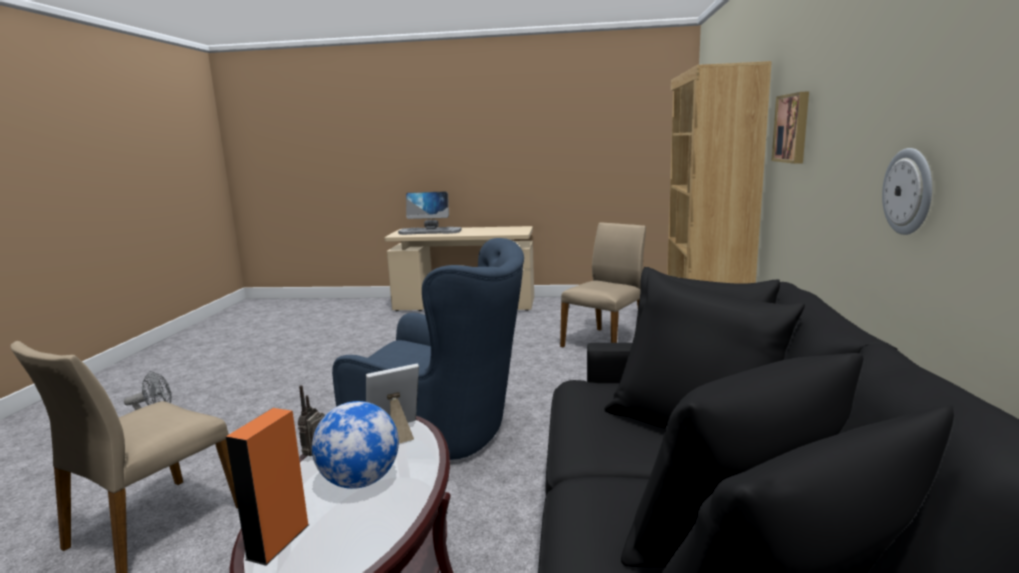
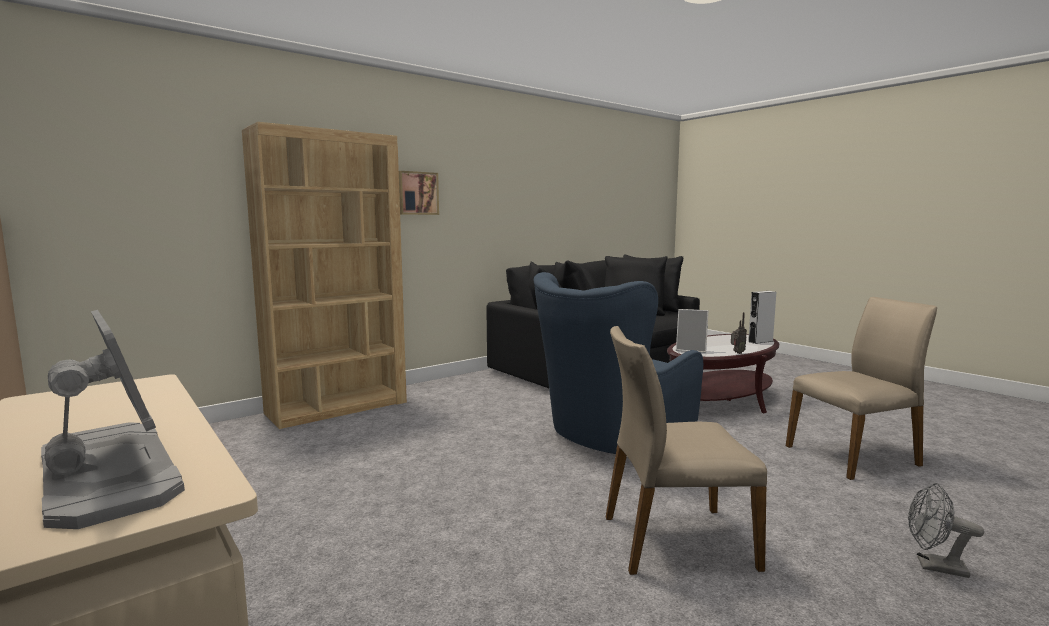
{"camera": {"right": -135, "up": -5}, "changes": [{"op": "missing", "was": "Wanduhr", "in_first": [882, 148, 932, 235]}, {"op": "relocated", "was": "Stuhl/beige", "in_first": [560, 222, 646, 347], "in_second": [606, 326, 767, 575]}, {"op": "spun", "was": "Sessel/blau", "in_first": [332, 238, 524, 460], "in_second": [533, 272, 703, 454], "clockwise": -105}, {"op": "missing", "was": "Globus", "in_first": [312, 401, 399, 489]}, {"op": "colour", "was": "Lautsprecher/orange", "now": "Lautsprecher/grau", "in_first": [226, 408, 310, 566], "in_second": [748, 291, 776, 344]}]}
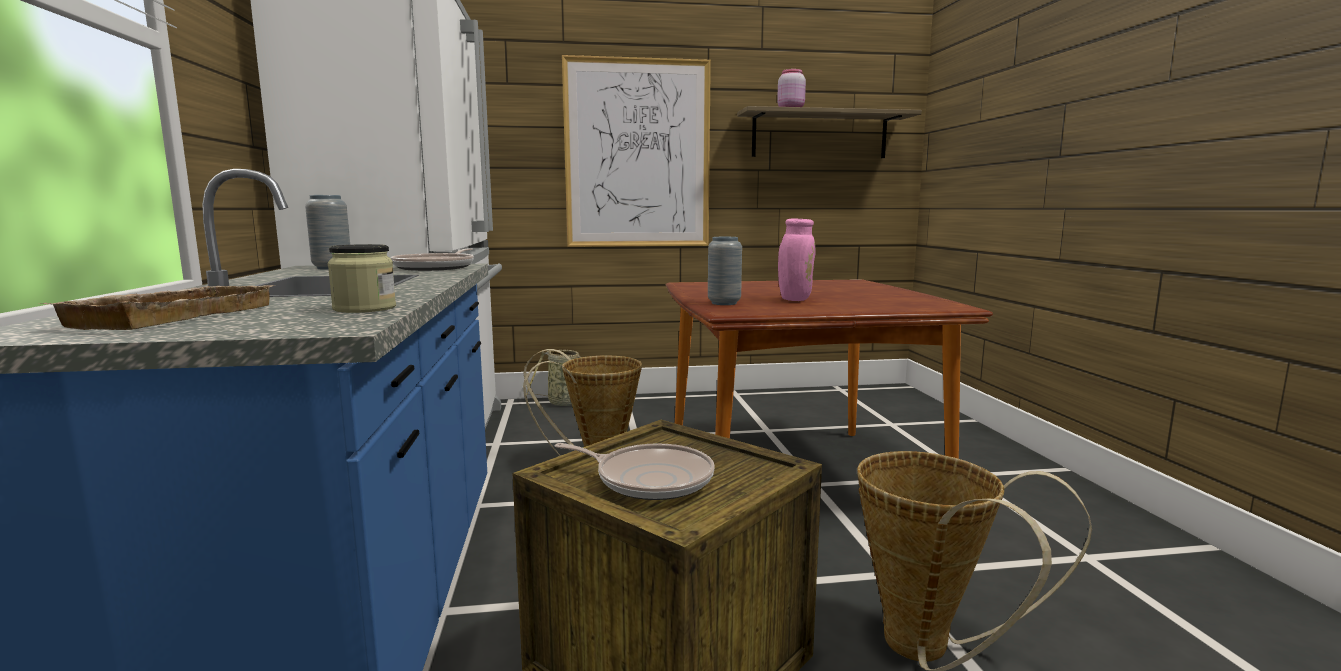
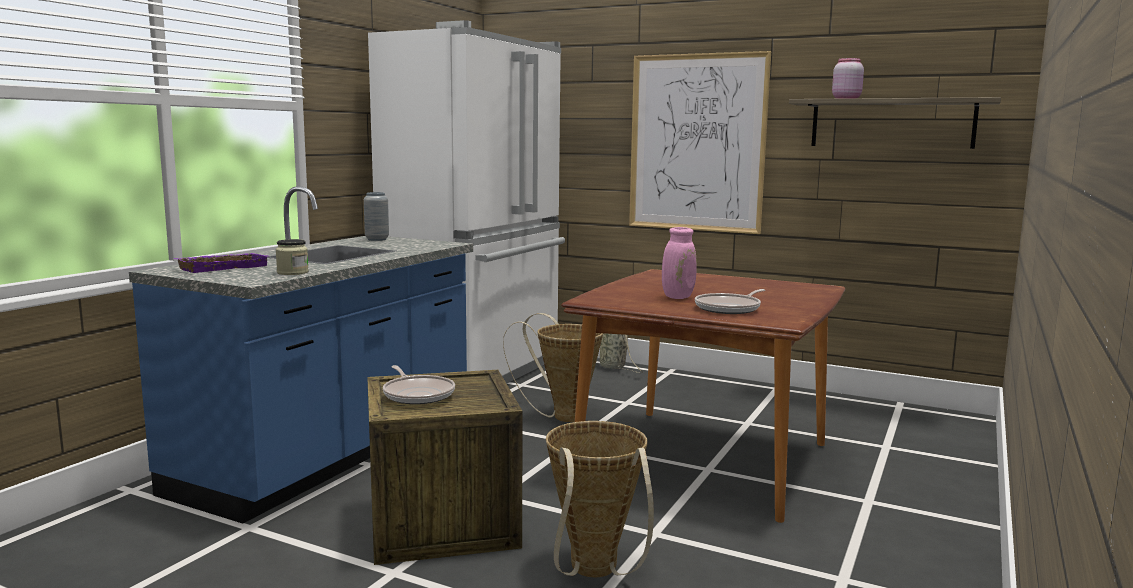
{"camera": {"right": 35, "up": 0}, "changes": [{"op": "missing", "was": "Vase/grau", "in_first": [708, 237, 742, 305]}, {"op": "relocated", "was": "Pfanne", "in_first": [391, 248, 474, 271], "in_second": [695, 289, 765, 314]}, {"op": "colour", "was": "Tablett/beige", "now": "Tablett/lila", "in_first": [38, 285, 274, 330], "in_second": [174, 253, 268, 273]}]}
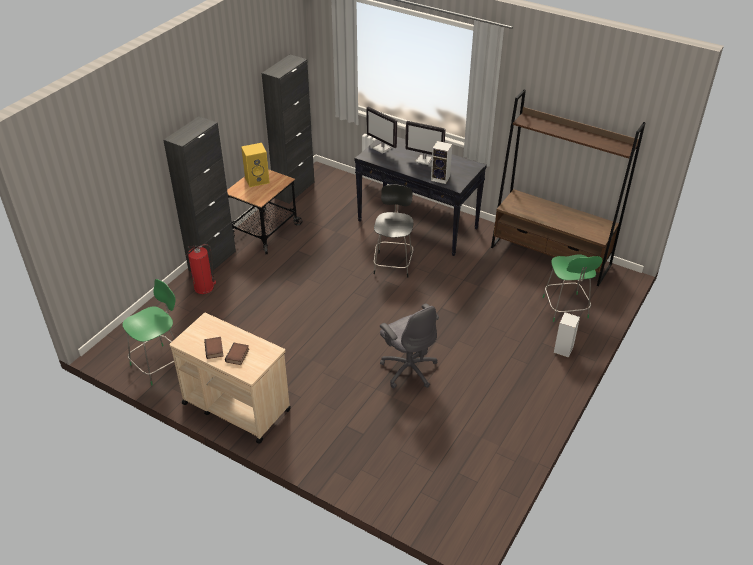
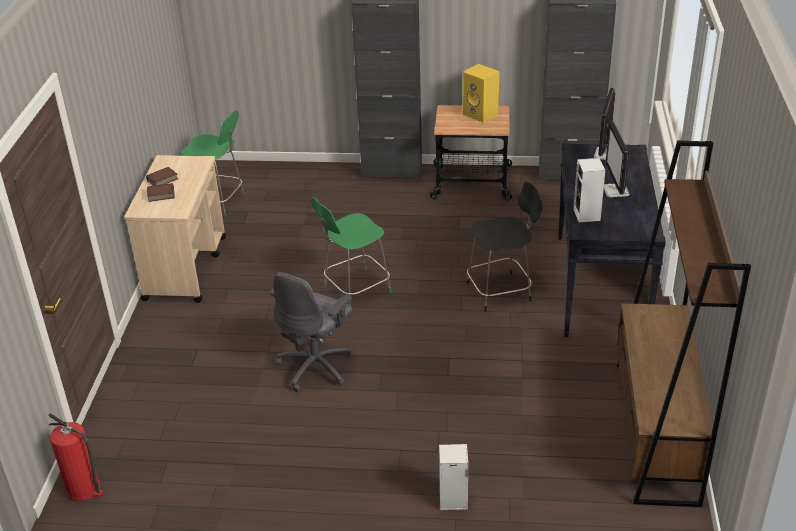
{"camera": {"right": 65, "up": -5}, "changes": [{"op": "relocated", "was": "Feuerlöscher", "in_first": [187, 244, 216, 294], "in_second": [48, 413, 103, 501]}, {"op": "relocated", "was": "Stuhl/grün", "in_first": [543, 255, 602, 322], "in_second": [311, 198, 391, 306]}]}
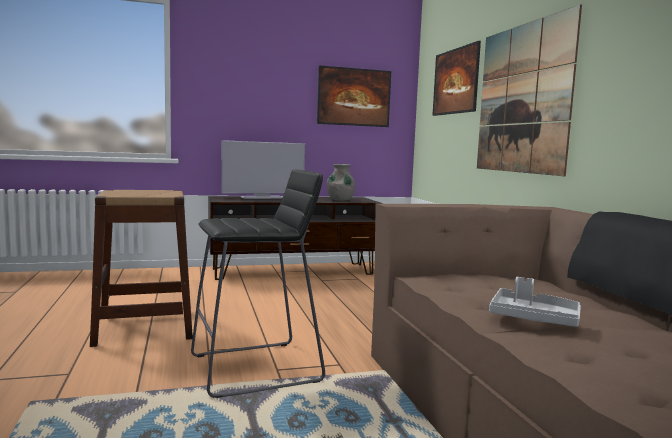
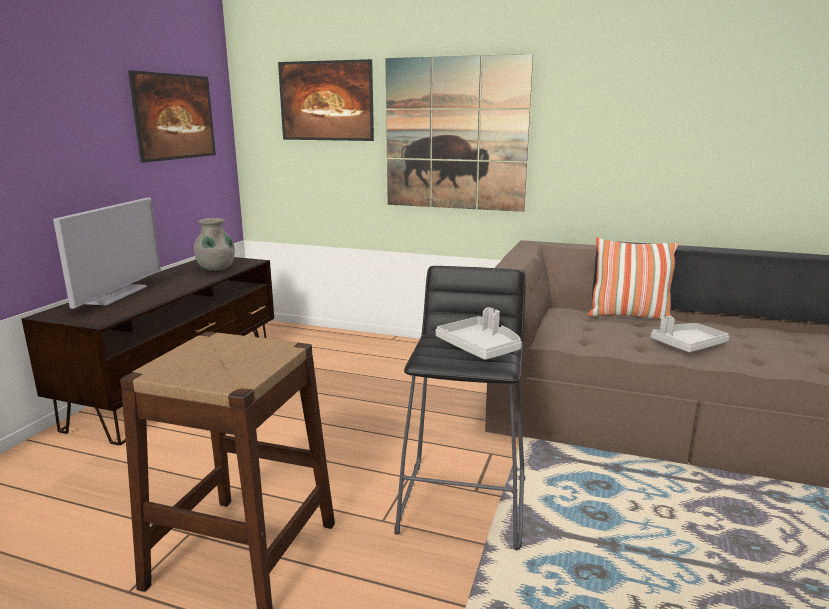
{"camera": {"right": -55, "up": 10}, "changes": [{"op": "appeared", "now": "Kissen", "in_second": [588, 237, 679, 320]}, {"op": "appeared", "now": "Tablett/grau", "in_second": [436, 307, 522, 360]}]}
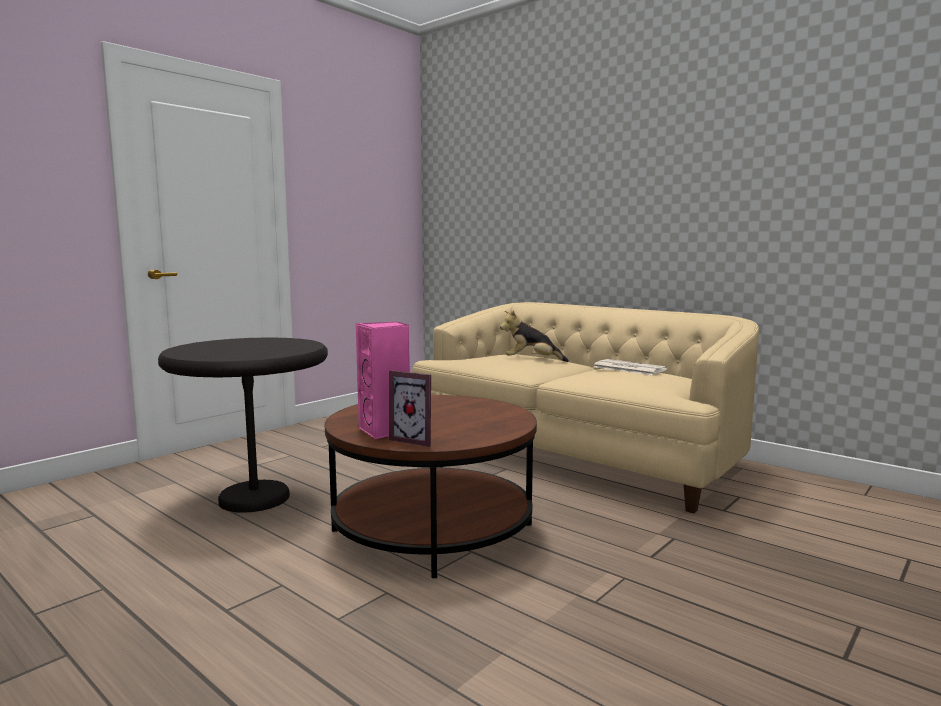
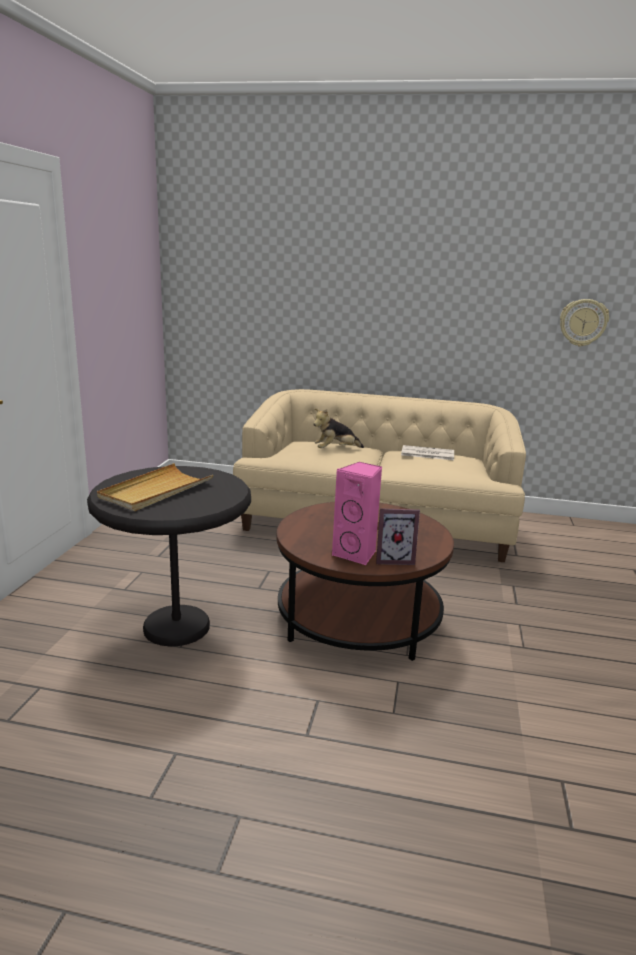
{"camera": {"right": -30, "up": 10}, "changes": [{"op": "appeared", "now": "Wanduhr", "in_second": [560, 299, 609, 347]}, {"op": "appeared", "now": "Tablett/beige", "in_second": [97, 463, 213, 511]}]}
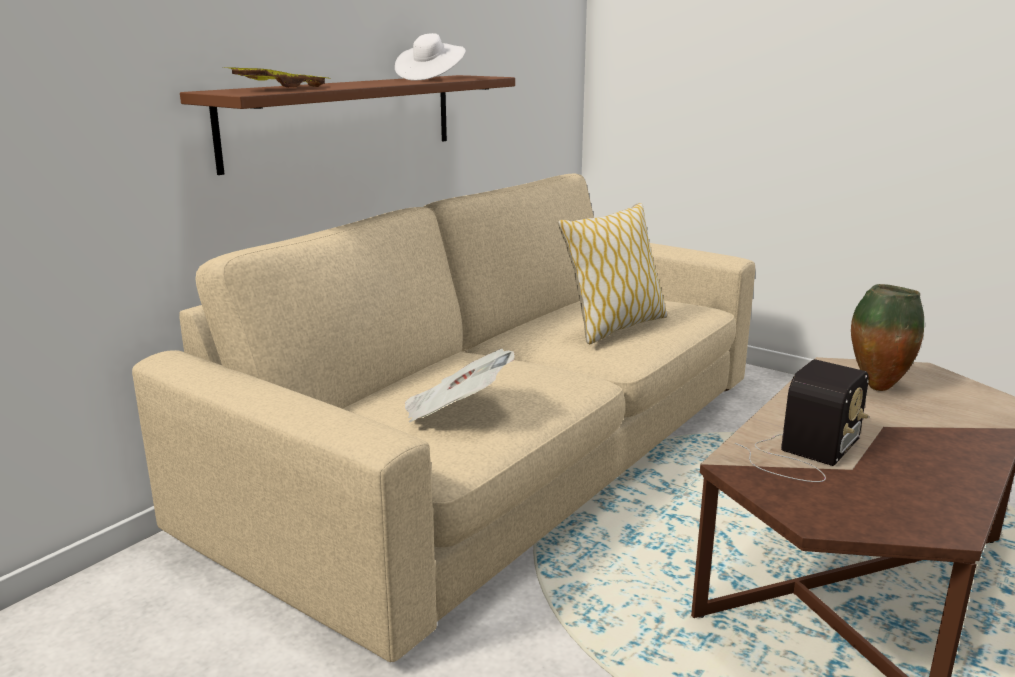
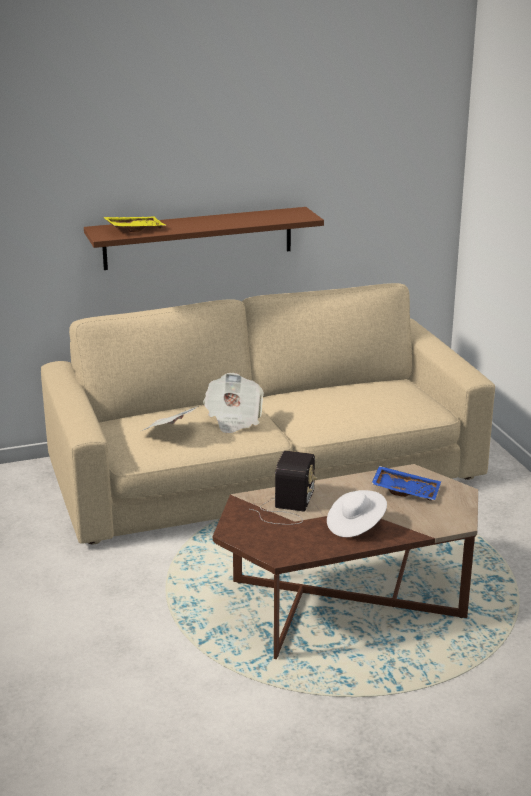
{"camera": {"right": 35, "up": 5}, "changes": [{"op": "relocated", "was": "Hut/weiß", "in_first": [395, 33, 466, 81], "in_second": [327, 490, 387, 537]}, {"op": "missing", "was": "Kissen", "in_first": [558, 203, 667, 344]}, {"op": "exchanged", "was": "Vase", "now": "Tablett/blau", "in_first": [851, 284, 924, 391], "in_second": [371, 466, 441, 501]}, {"op": "spun", "was": "Radio", "in_first": [735, 359, 869, 482], "in_second": [250, 451, 318, 525], "clockwise": -60}, {"op": "appeared", "now": "Zeitung", "in_second": [203, 373, 264, 433]}]}
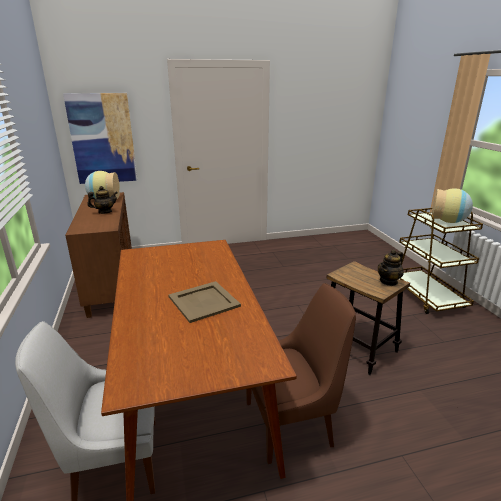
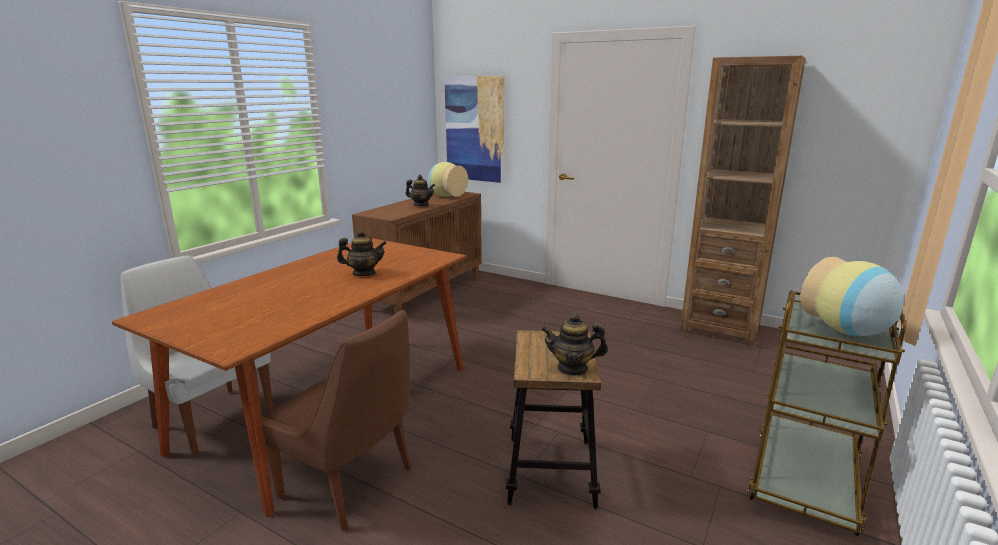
{"camera": {"right": 45, "up": -5}, "changes": [{"op": "missing", "was": "Tablett/beige", "in_first": [168, 281, 241, 323]}, {"op": "appeared", "now": "Bücherregal/braun", "in_second": [680, 56, 806, 347]}, {"op": "appeared", "now": "Teekanne", "in_second": [337, 230, 387, 276]}]}
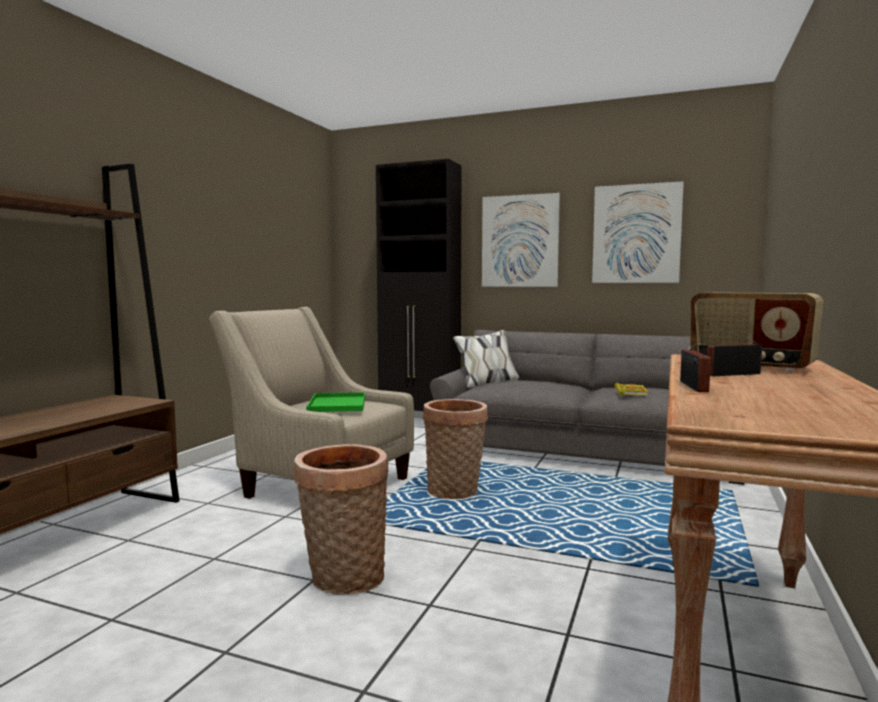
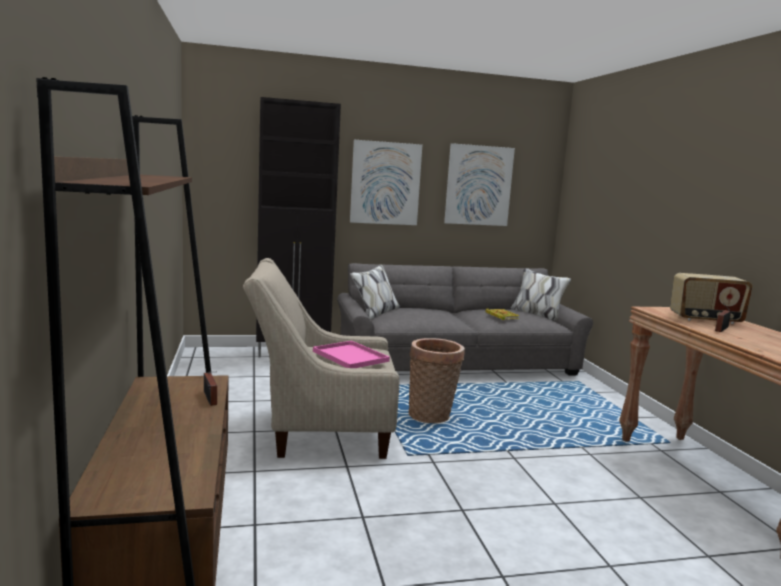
{"camera": {"right": -35, "up": 5}, "changes": [{"op": "relocated", "was": "Radio", "in_first": [680, 331, 712, 392], "in_second": [204, 372, 217, 406]}, {"op": "colour", "was": "Tablett/grün", "now": "Tablett/rosa", "in_first": [306, 392, 365, 412], "in_second": [313, 341, 390, 368]}, {"op": "missing", "was": "Korb", "in_first": [294, 444, 389, 595]}]}
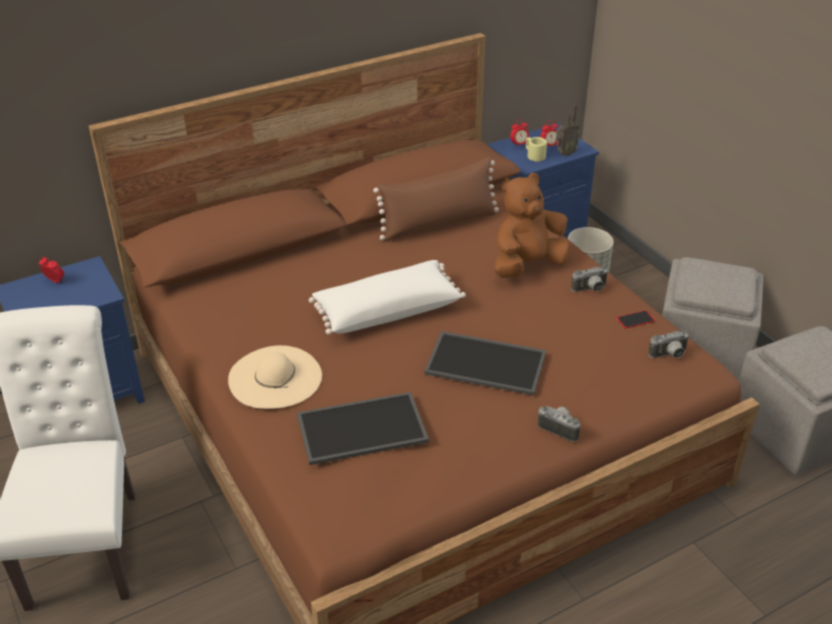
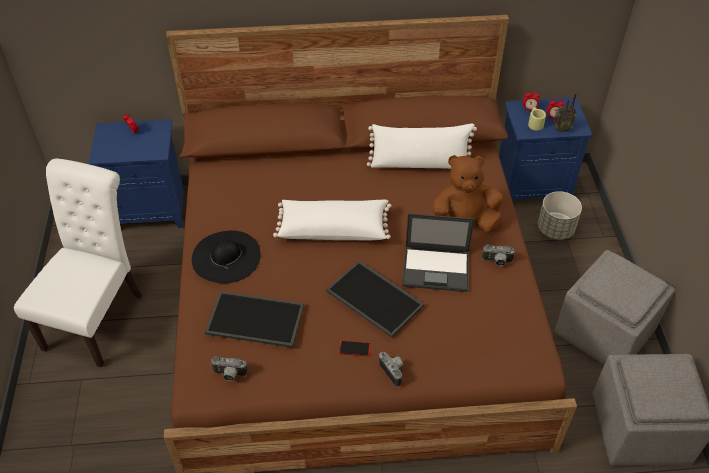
{"camera": {"right": 25, "up": 10}, "changes": [{"op": "colour", "was": "Kissen/braun", "now": "Kissen/weiß", "in_first": [373, 156, 499, 241], "in_second": [367, 124, 477, 169]}, {"op": "relocated", "was": "Handy", "in_first": [616, 310, 655, 329], "in_second": [339, 340, 370, 356]}, {"op": "relocated", "was": "Kamera", "in_first": [648, 331, 689, 358], "in_second": [211, 356, 247, 381]}, {"op": "colour", "was": "Hut/beige", "now": "Hut/schwarz", "in_first": [228, 345, 322, 409], "in_second": [192, 231, 261, 283]}, {"op": "appeared", "now": "Laptop", "in_second": [402, 213, 474, 292]}]}
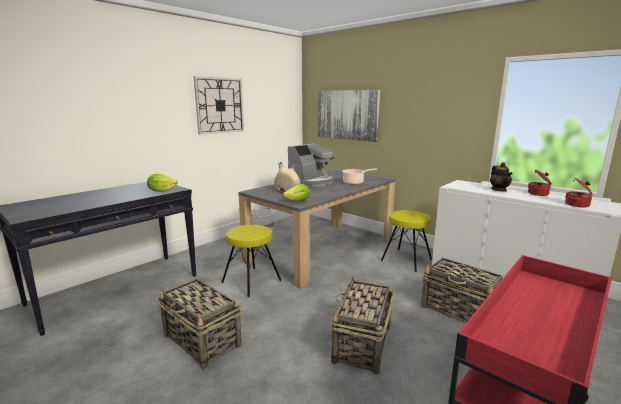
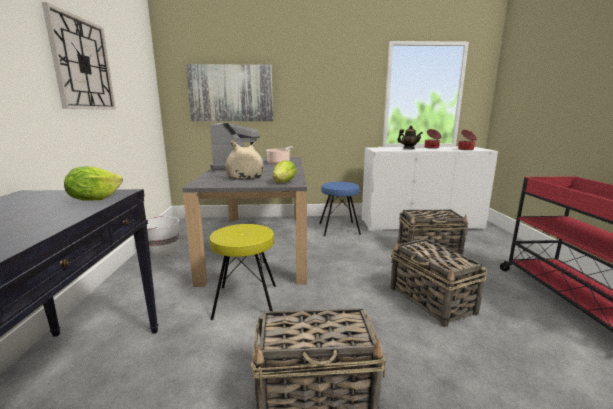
{"camera": {"right": -45, "up": 0}, "changes": [{"op": "colour", "was": "Hocker/gelb", "now": "Hocker/blau", "in_first": [381, 210, 432, 272], "in_second": [319, 182, 361, 236]}]}
